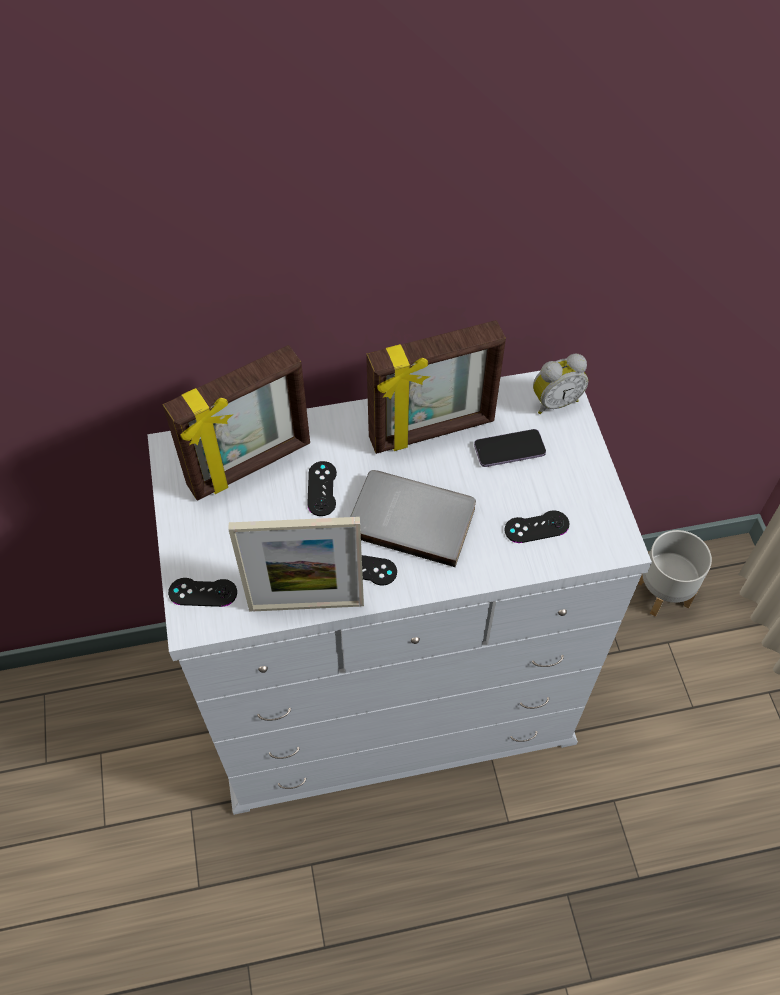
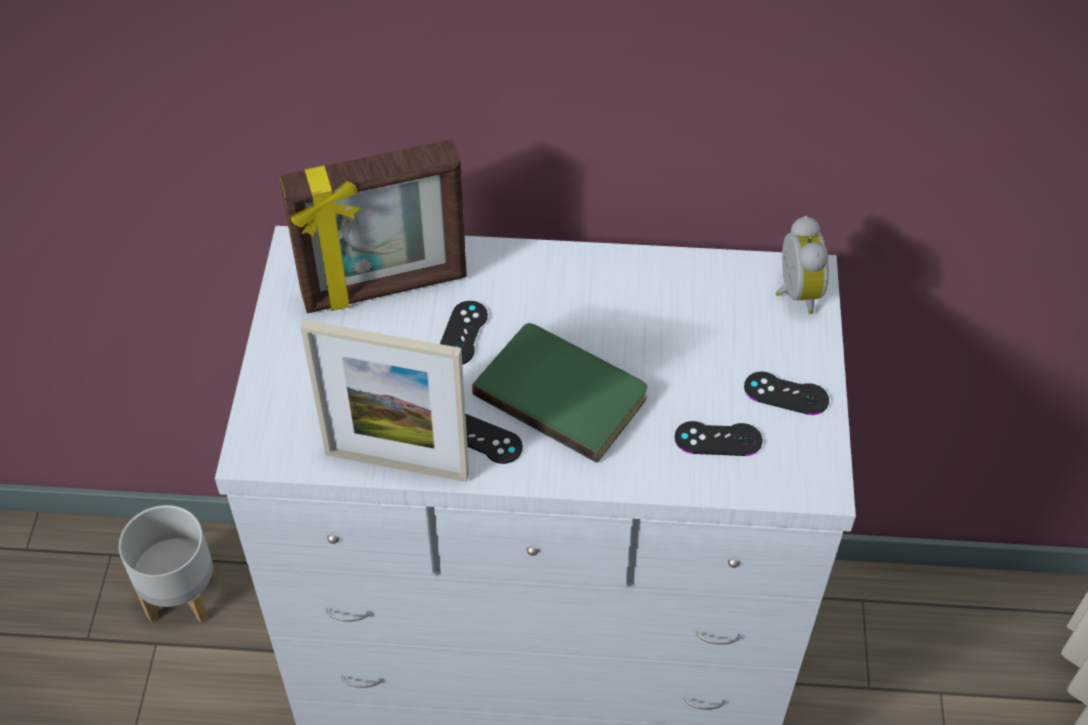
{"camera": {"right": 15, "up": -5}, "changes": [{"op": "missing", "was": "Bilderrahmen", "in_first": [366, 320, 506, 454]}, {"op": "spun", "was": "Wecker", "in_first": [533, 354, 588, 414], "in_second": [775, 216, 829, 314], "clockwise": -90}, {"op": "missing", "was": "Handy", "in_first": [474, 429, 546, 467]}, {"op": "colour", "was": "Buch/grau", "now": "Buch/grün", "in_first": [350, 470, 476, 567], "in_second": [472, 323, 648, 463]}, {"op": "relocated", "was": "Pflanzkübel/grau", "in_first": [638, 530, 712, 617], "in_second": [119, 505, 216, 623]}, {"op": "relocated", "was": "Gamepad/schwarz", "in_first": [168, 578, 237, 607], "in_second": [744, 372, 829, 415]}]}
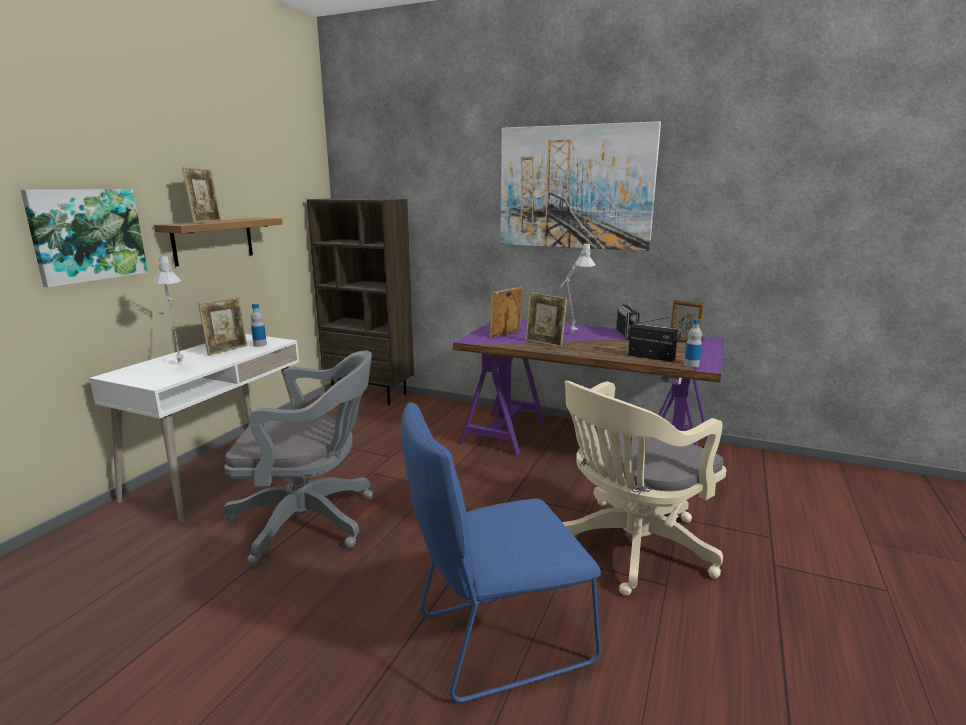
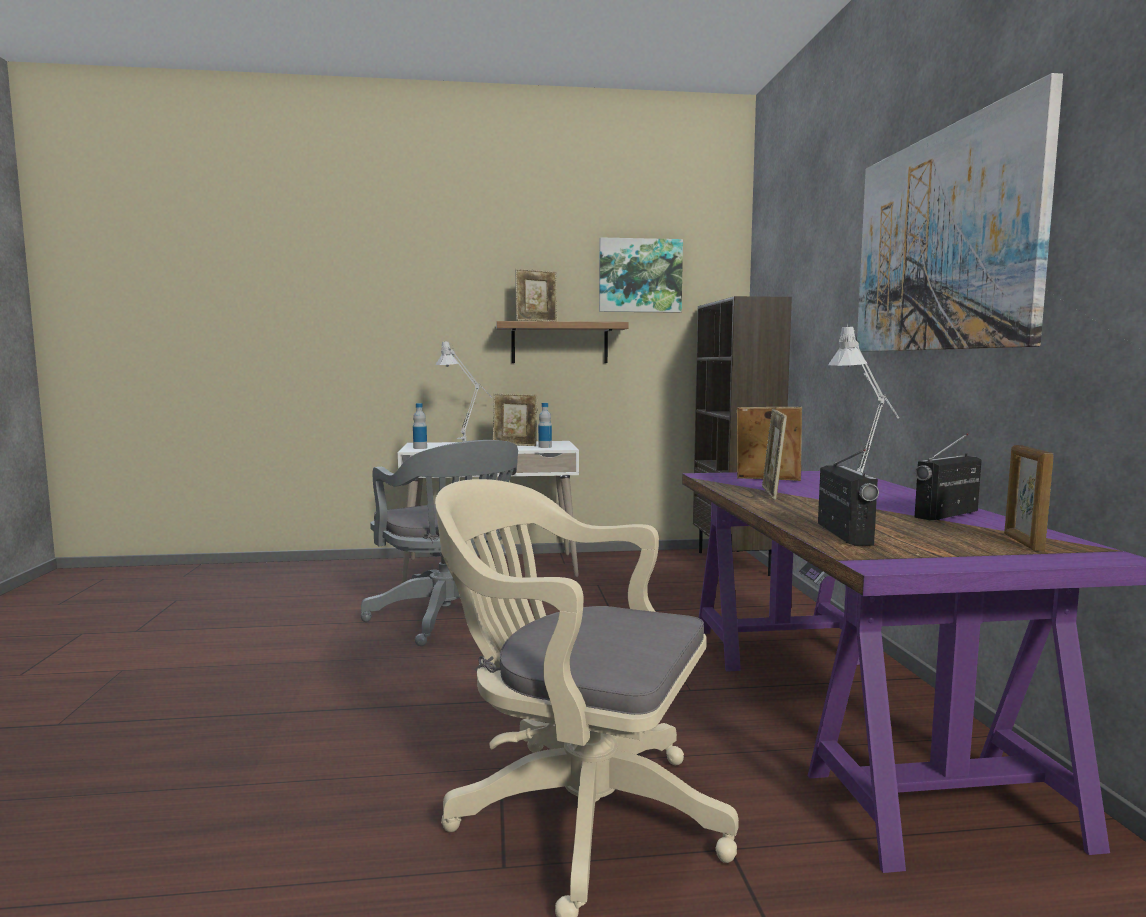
{"camera": {"right": 60, "up": -10}, "changes": [{"op": "relocated", "was": "Bild", "in_first": [21, 189, 148, 287], "in_second": [599, 237, 683, 313]}, {"op": "relocated", "was": "Flasche", "in_first": [684, 319, 702, 367], "in_second": [413, 403, 427, 449]}, {"op": "missing", "was": "Stuhl/blau", "in_first": [401, 402, 601, 703]}]}
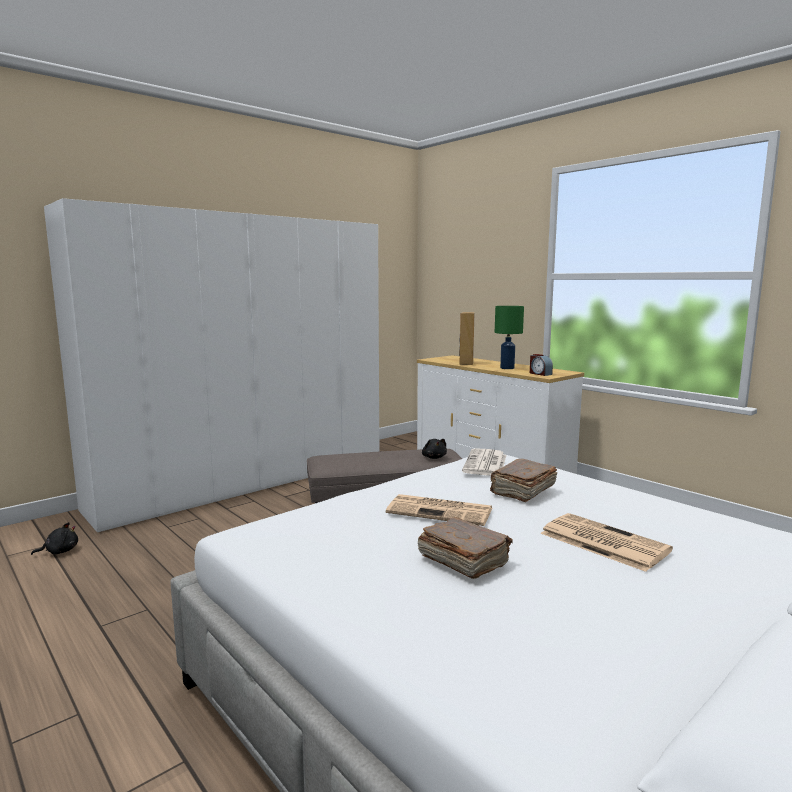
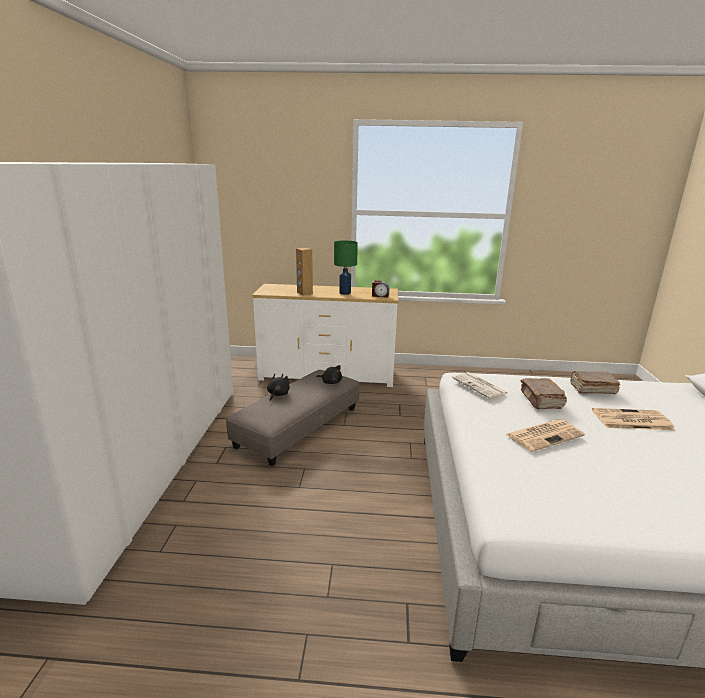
{"camera": {"right": -45, "up": 10}, "changes": [{"op": "relocated", "was": "Buch/braun", "in_first": [418, 517, 513, 579], "in_second": [570, 371, 620, 394]}, {"op": "relocated", "was": "Plüschtier/schwarz", "in_first": [31, 522, 78, 555], "in_second": [267, 374, 290, 401]}]}
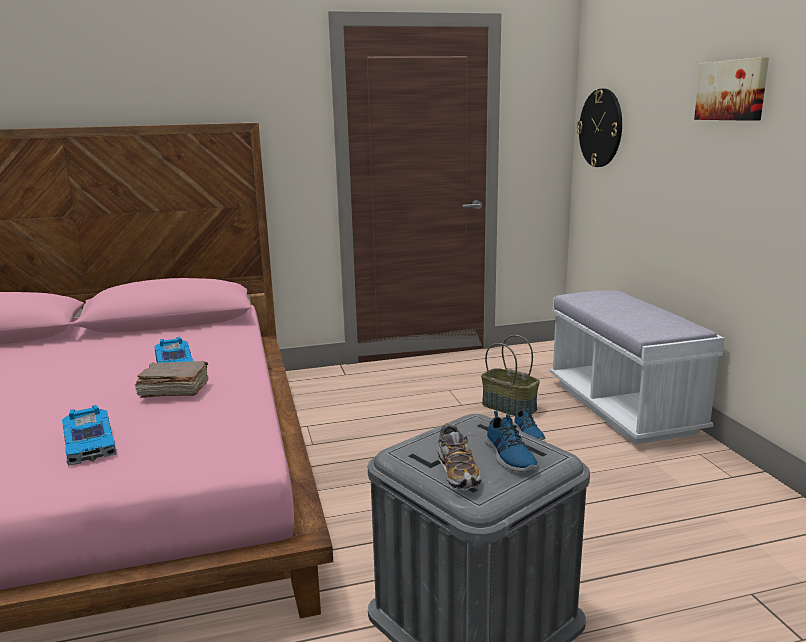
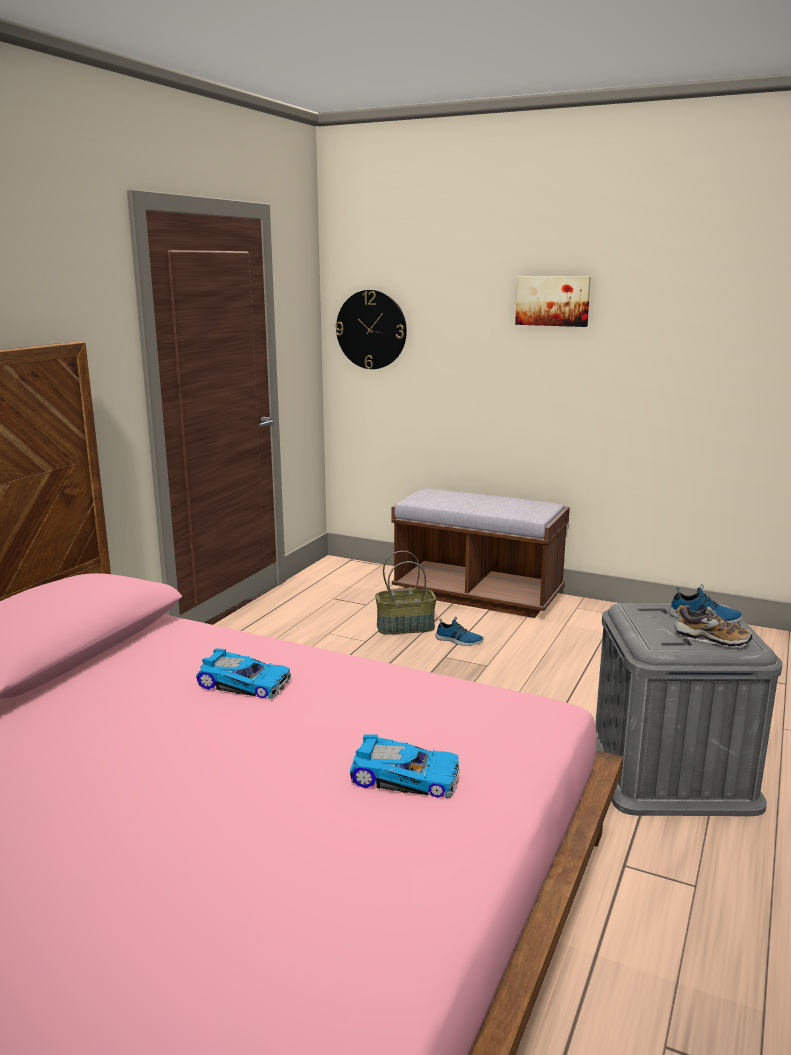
{"camera": {"right": -50, "up": 0}, "changes": [{"op": "colour", "was": "Bank/weiß", "now": "Bank/braun", "in_first": [550, 290, 725, 445], "in_second": [392, 489, 570, 618]}, {"op": "missing", "was": "Buch/braun", "in_first": [135, 361, 208, 398]}]}
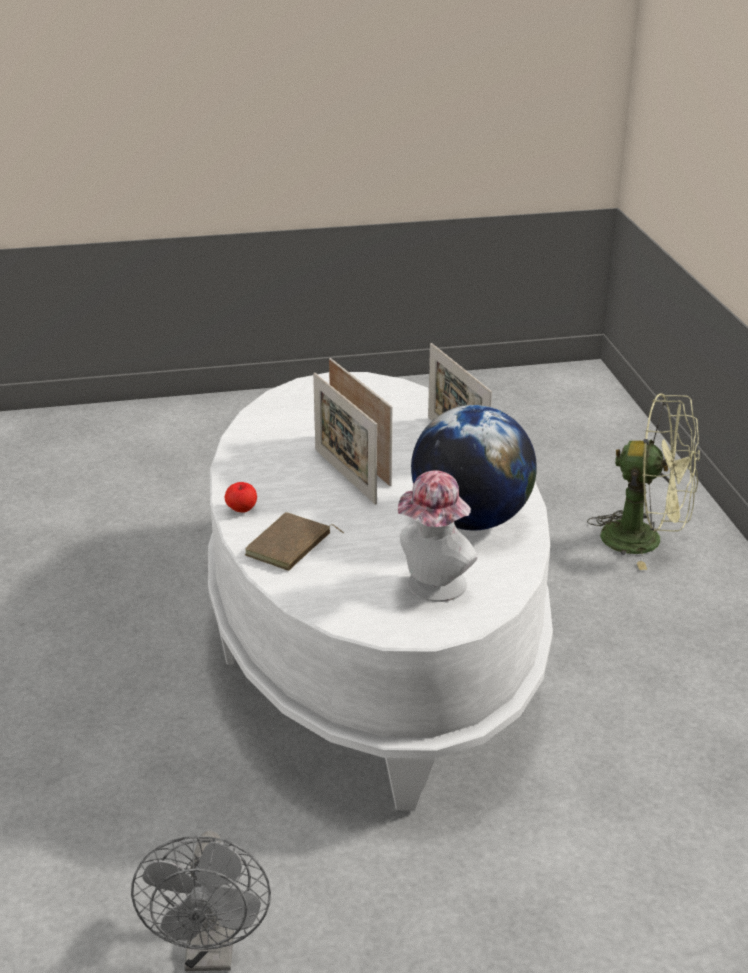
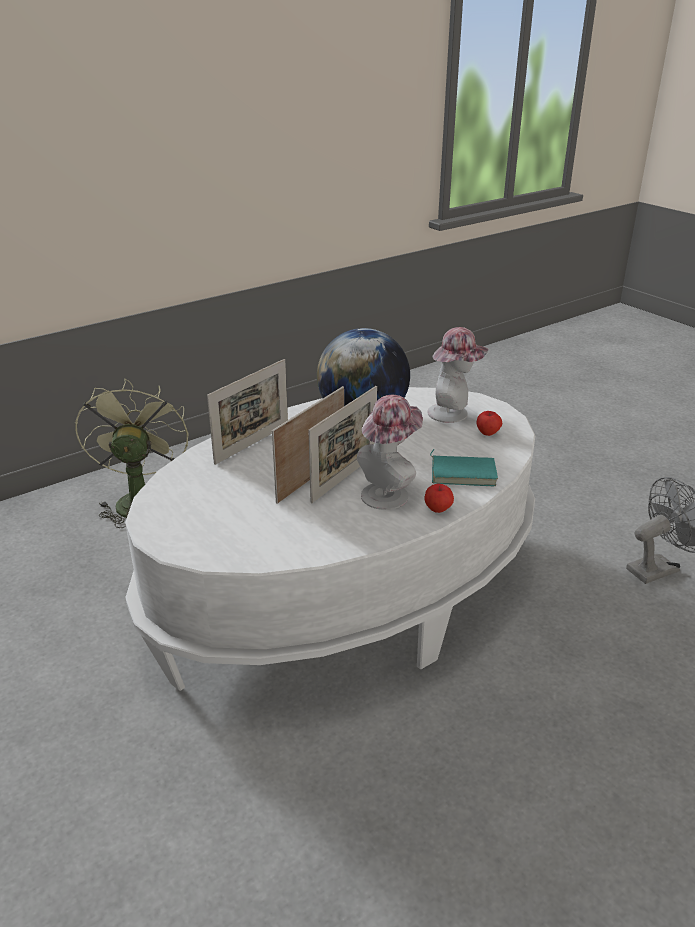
{"camera": {"right": -115, "up": 0}, "changes": [{"op": "colour", "was": "Buch/braun", "now": "Buch/türkis", "in_first": [245, 512, 344, 571], "in_second": [430, 449, 498, 486]}, {"op": "appeared", "now": "Hut", "in_second": [357, 395, 423, 510]}, {"op": "appeared", "now": "Apfel", "in_second": [477, 411, 502, 436]}]}
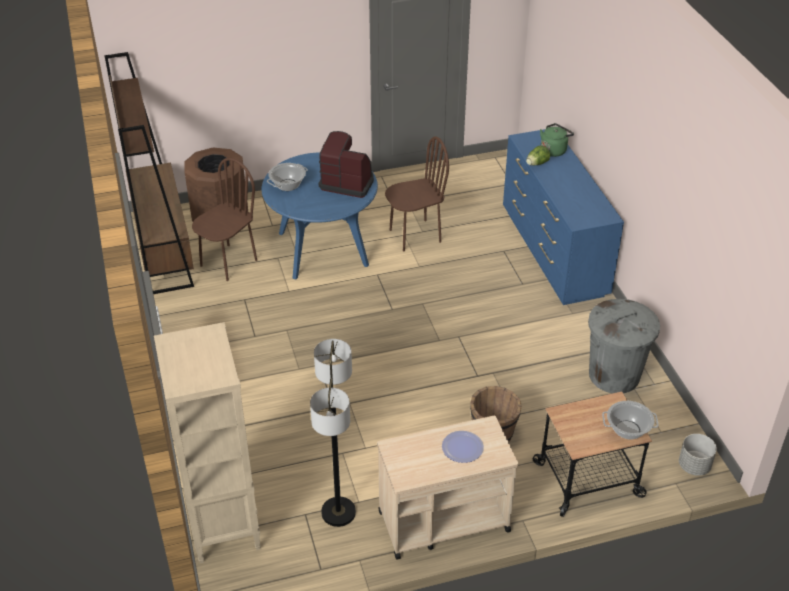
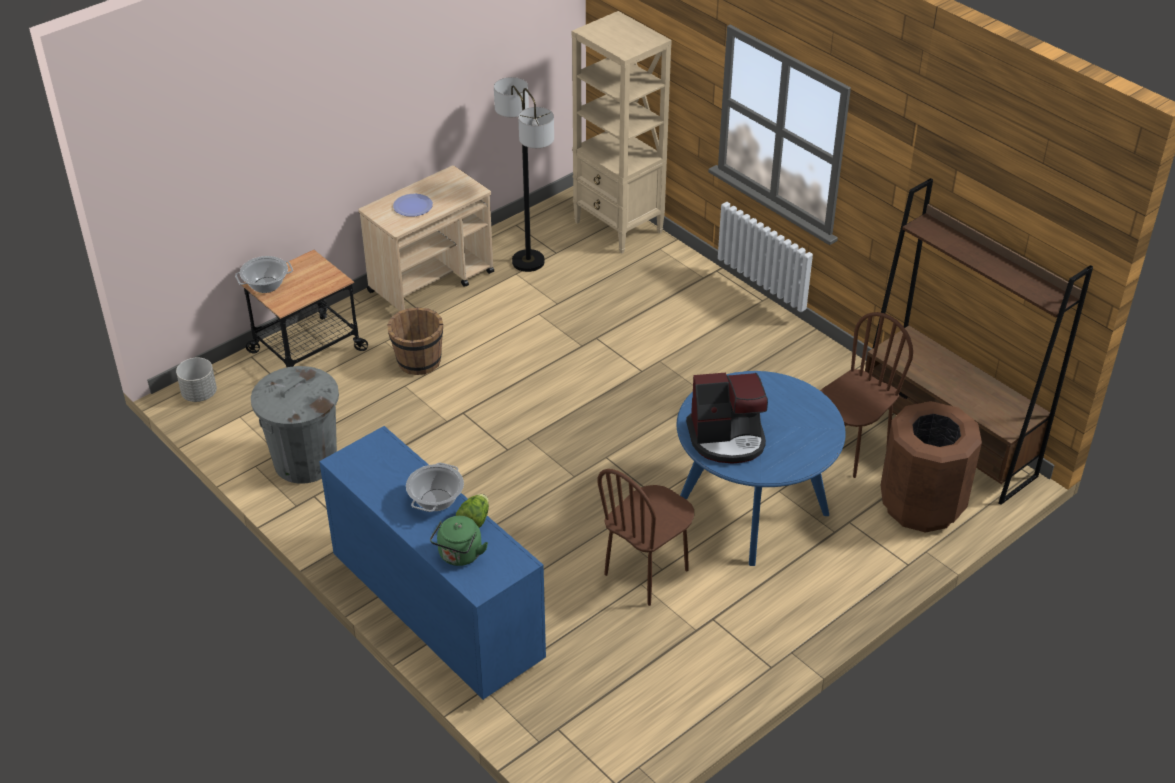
{"camera": {"right": 155, "up": 0}, "changes": [{"op": "spun", "was": "Stuhl/braun", "in_first": [192, 158, 257, 281], "in_second": [821, 312, 913, 478], "clockwise": -150}, {"op": "relocated", "was": "Kochtopf", "in_first": [267, 163, 308, 191], "in_second": [406, 462, 464, 512]}]}
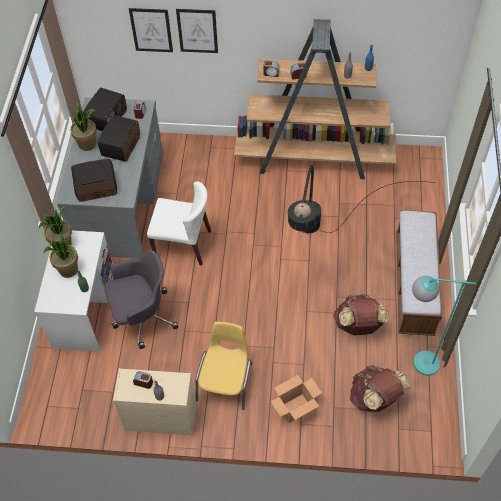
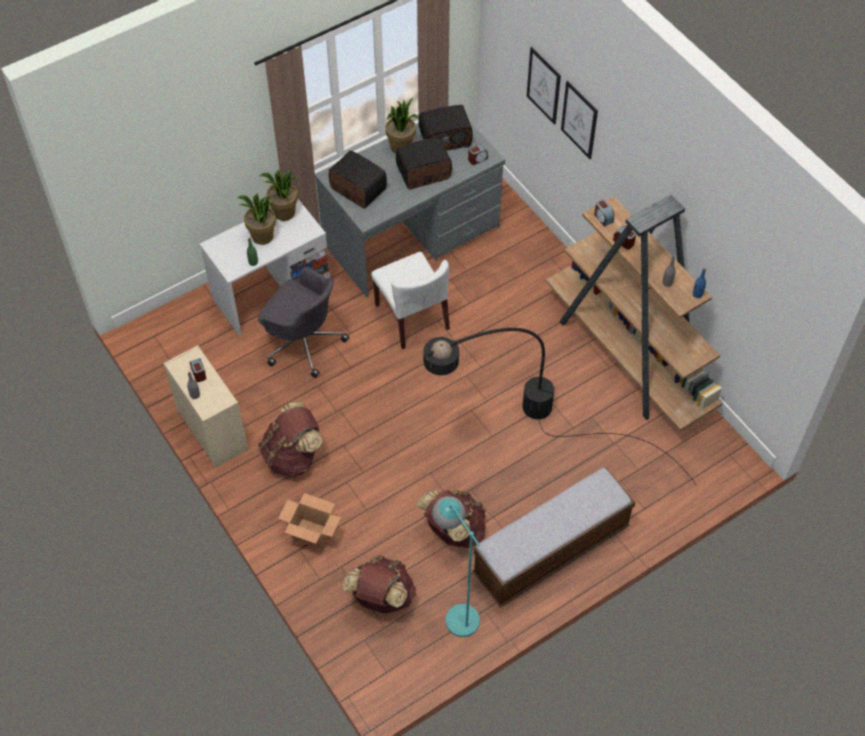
{"camera": {"right": 50, "up": 0}, "changes": [{"op": "exchanged", "was": "Stuhl/gelb", "now": "Rucksack/braun", "in_first": [196, 322, 253, 410], "in_second": [258, 402, 322, 478]}]}
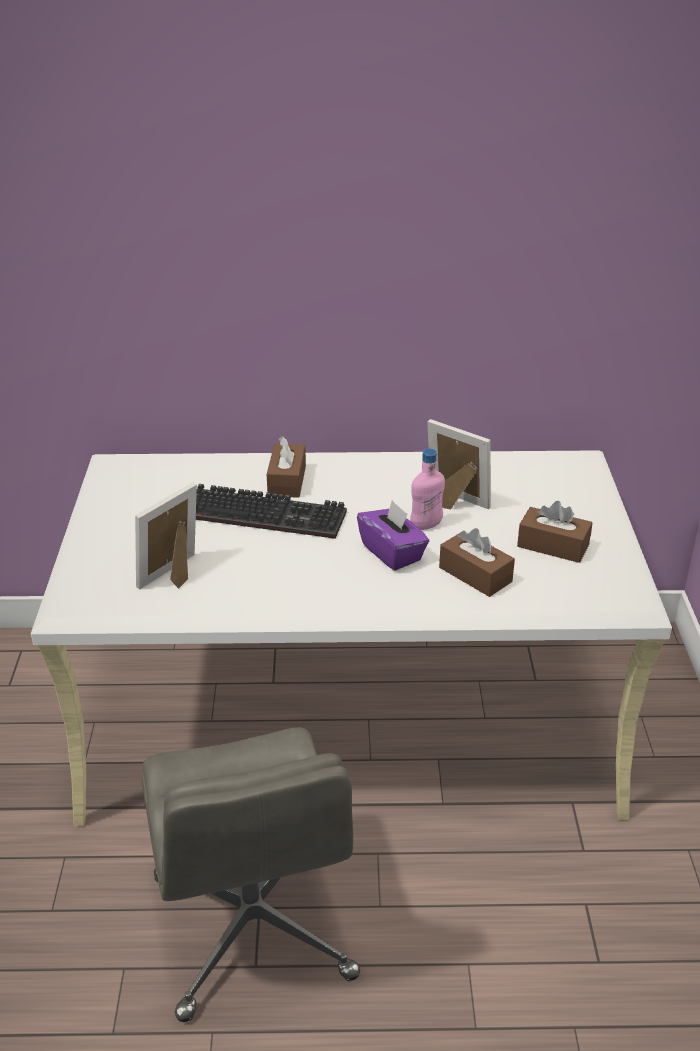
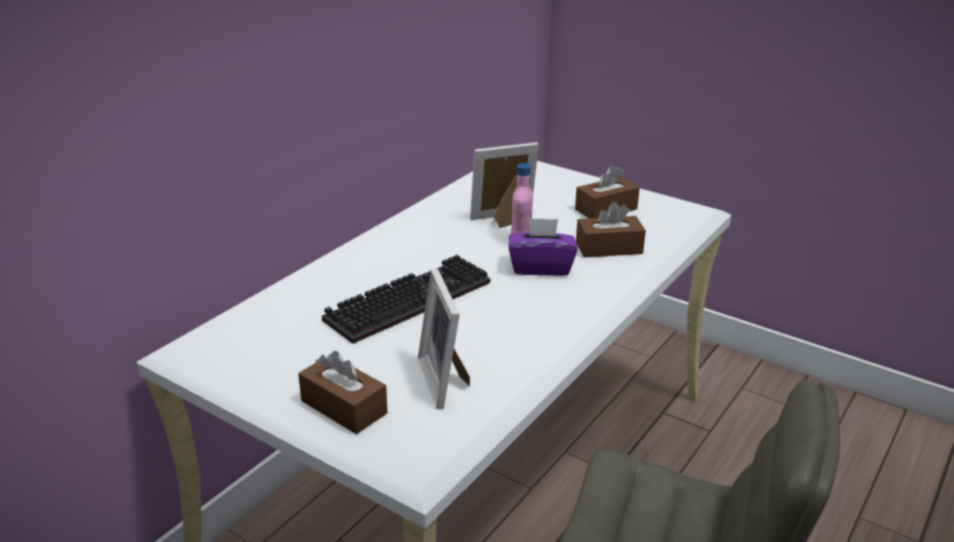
{"camera": {"right": -55, "up": -5}, "changes": [{"op": "relocated", "was": "Taschentuchbox/braun", "in_first": [267, 436, 306, 498], "in_second": [298, 351, 388, 434]}]}
